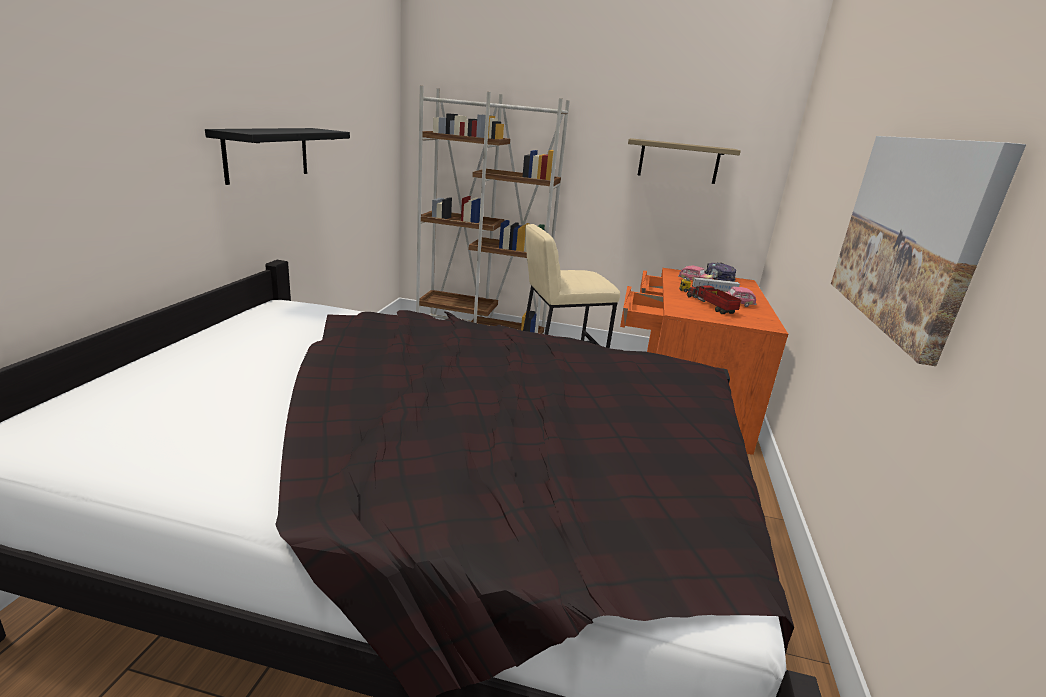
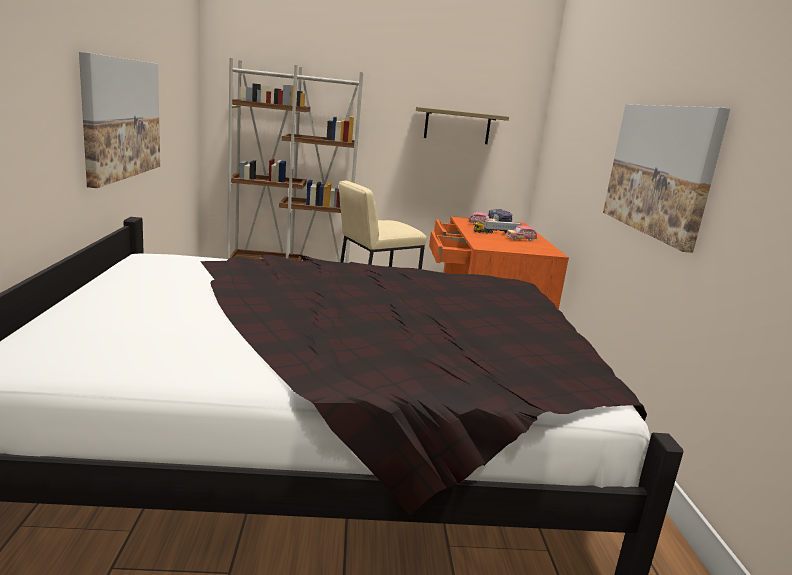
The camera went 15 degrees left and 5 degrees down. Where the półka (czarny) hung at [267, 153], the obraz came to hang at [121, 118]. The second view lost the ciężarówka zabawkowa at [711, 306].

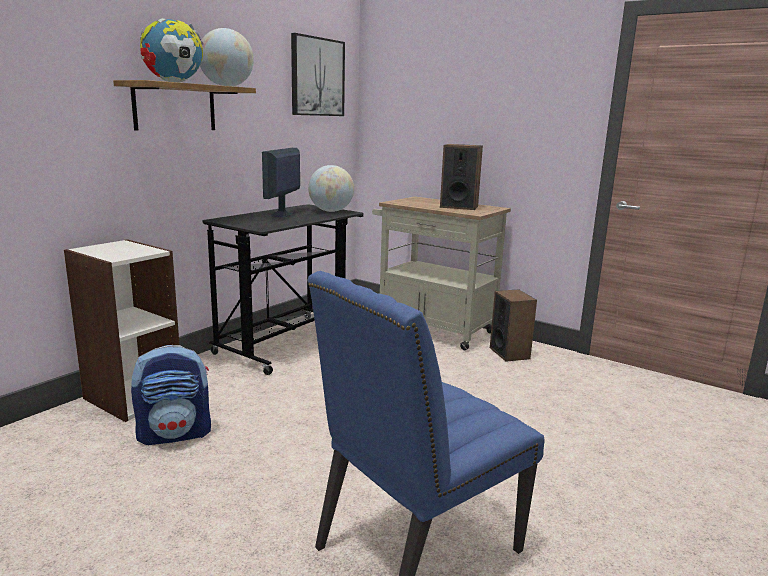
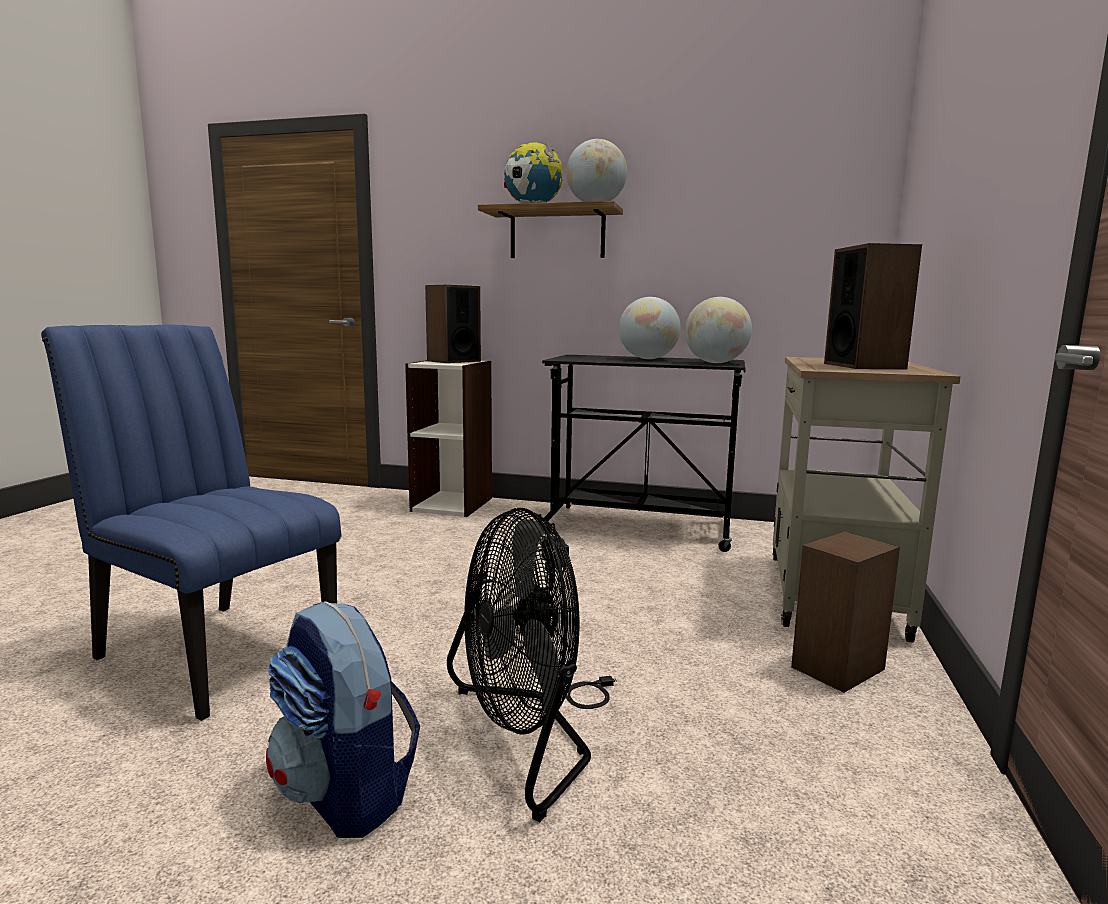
The camera went 70 degrees right and 5 degrees down. The plecak ended up elsewhere, having gone from [175, 434] to [346, 793]. Where the monitor stood at [281, 214], the globus came to stand at [648, 359]. The second view lost the obraz at [317, 77]. The second view gained the głośnik at [453, 361]. The second view gained the wentylator (czarny) at [532, 731].

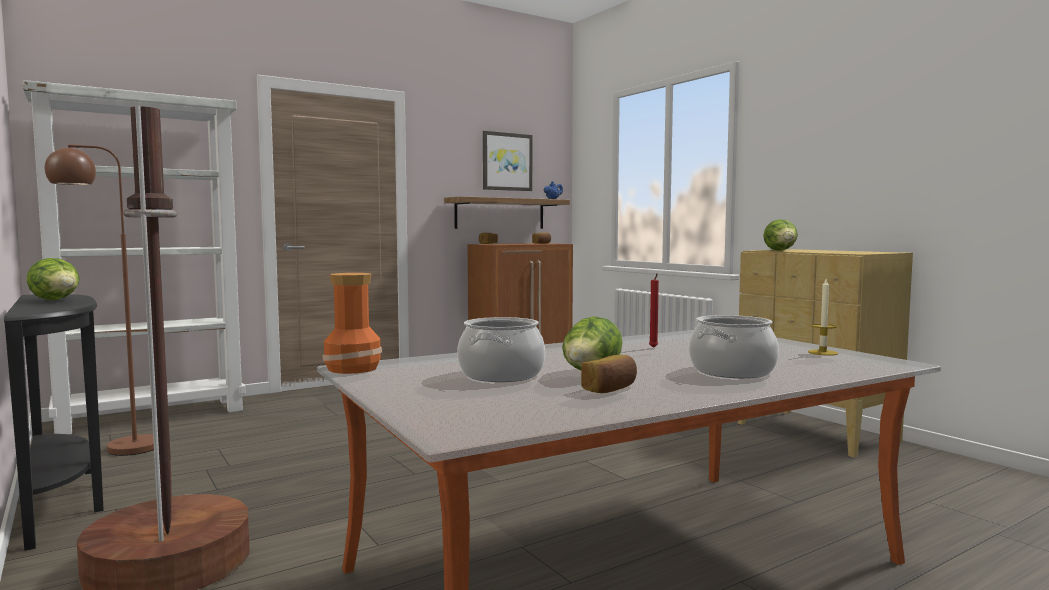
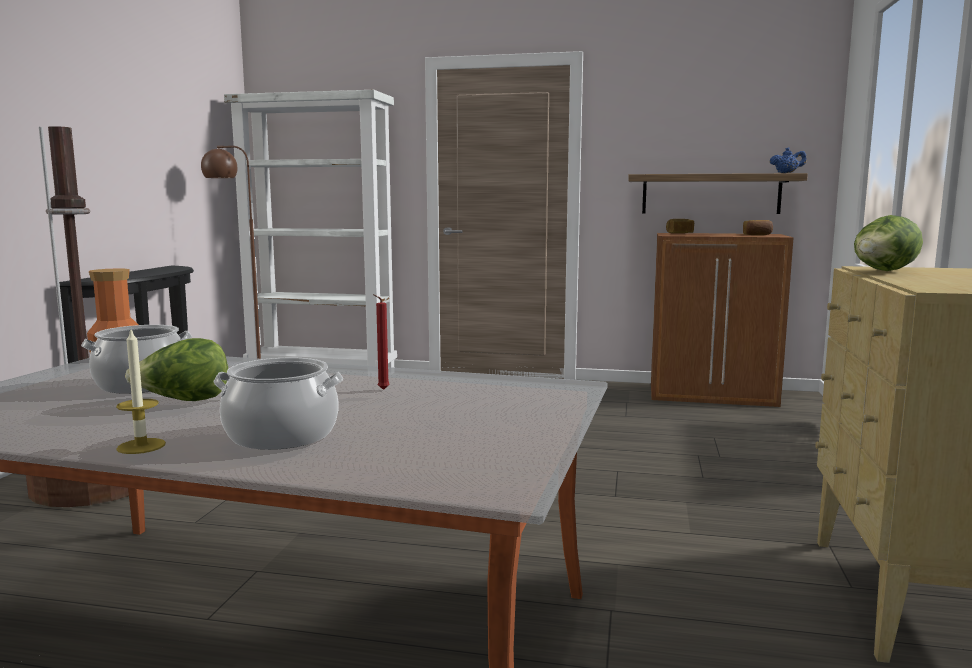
The camera went 45 degrees right and 5 degrees up. The second view lost the sałata at [57, 300]. The second view lost the obraz at [507, 161]. The second view lost the chleb at [610, 389]. The świeca ended up elsewhere, having gone from [822, 352] to [141, 446].

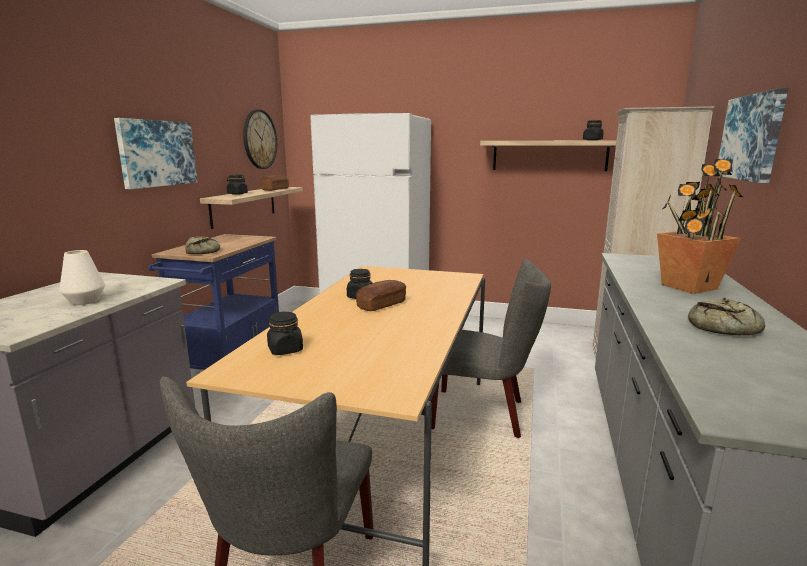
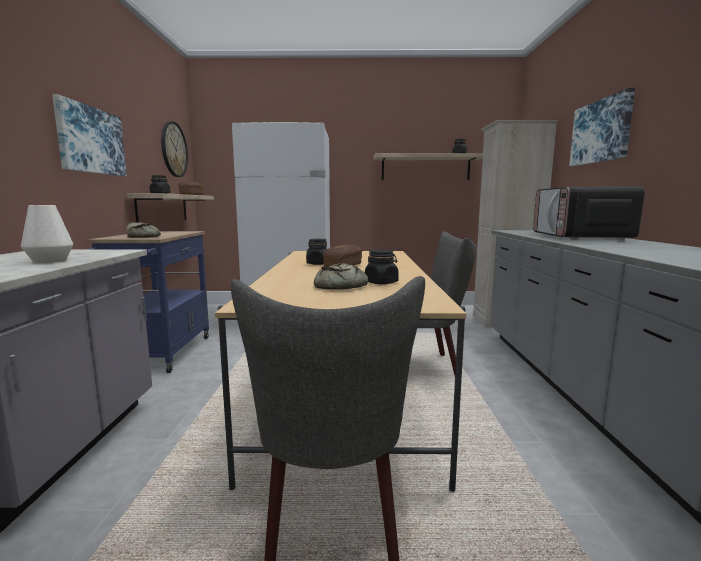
The camera went 15 degrees left and 5 degrees down. The słoik (czarny) ended up elsewhere, having gone from [285, 350] to [381, 282]. Where the roślina doniczkowa stood at [688, 287], the mikrofalówka came to stand at [580, 237]. The chleb ended up elsewhere, having gone from [723, 327] to [339, 286].

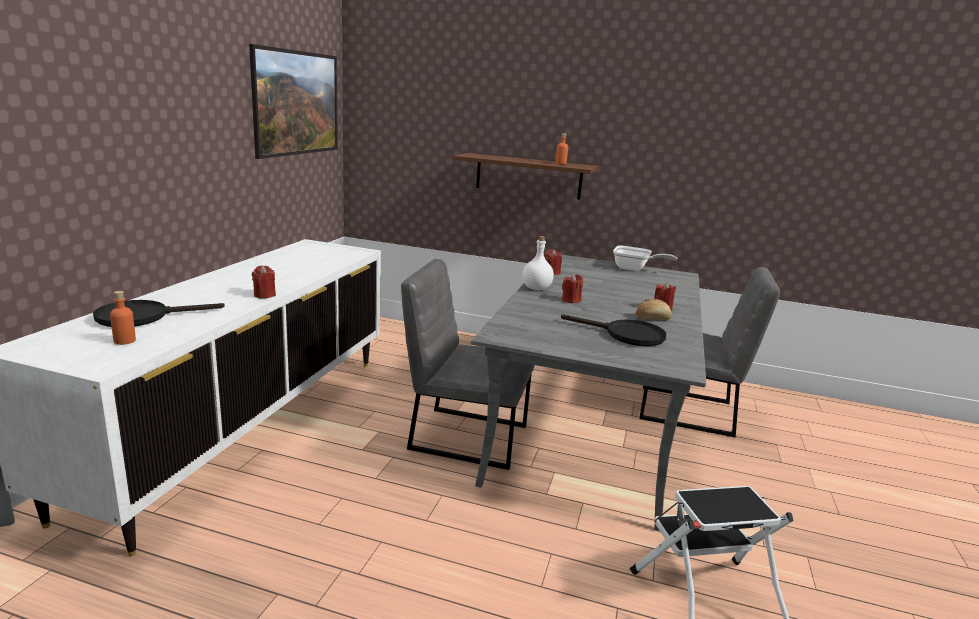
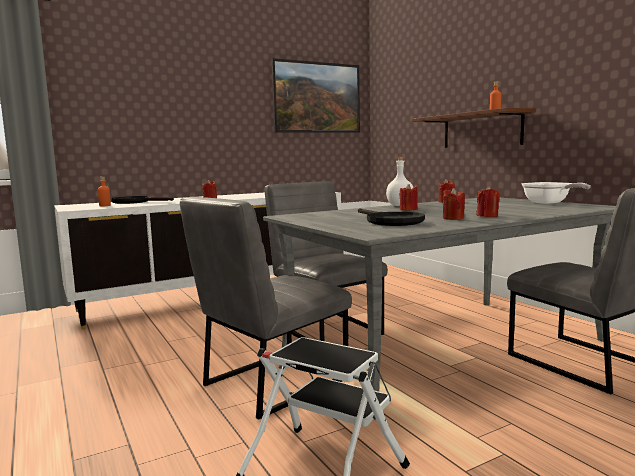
The camera went 45 degrees right and 10 degrees down. Where the chleb stood at [652, 318], the świeca (czerwony) came to stand at [453, 218]. The second view gained the krzesło (szary) at [272, 383].

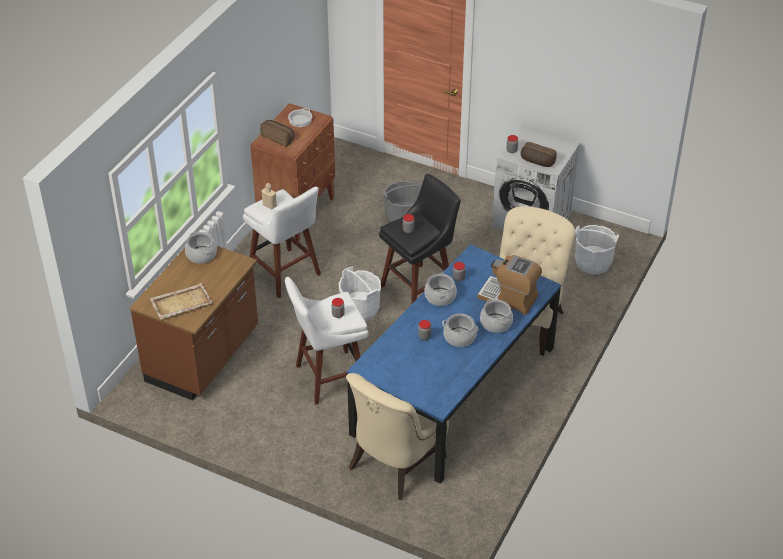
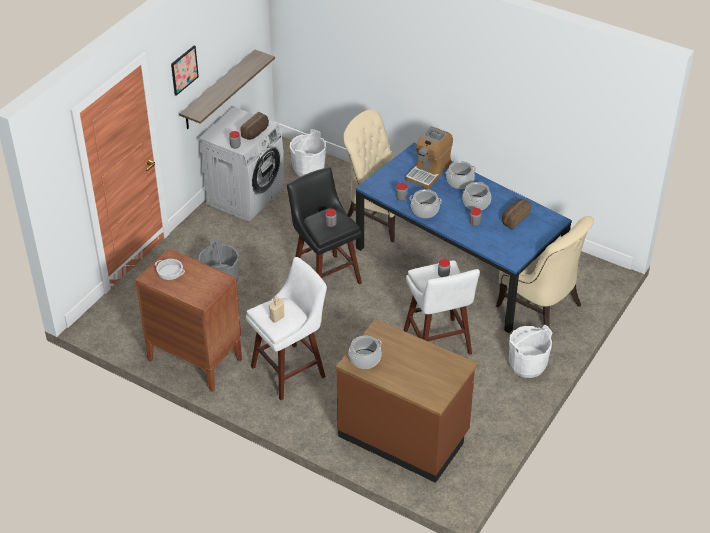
The camera went 85 degrees left and 0 degrees up. The second view lost the taca (beżowy) at [180, 303]. The chleb ended up elsewhere, having gone from [278, 138] to [514, 218]. The wiadro (biały) ended up elsewhere, having gone from [360, 309] to [527, 365]. The second view gained the obraz at [184, 70]. The second view gained the półka at [218, 90].

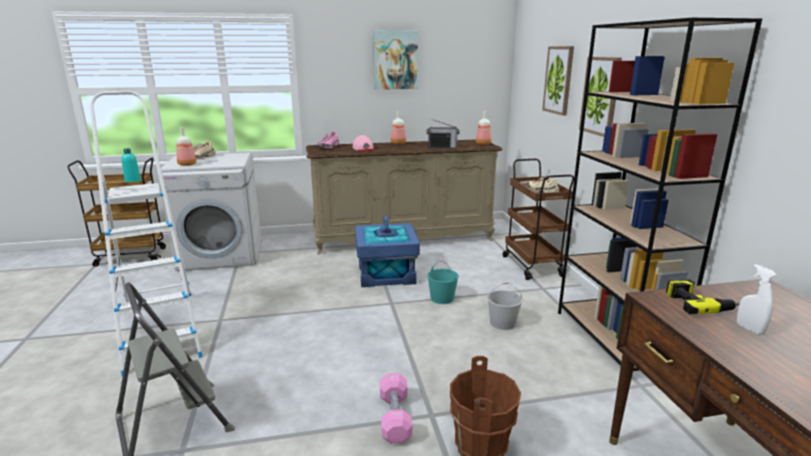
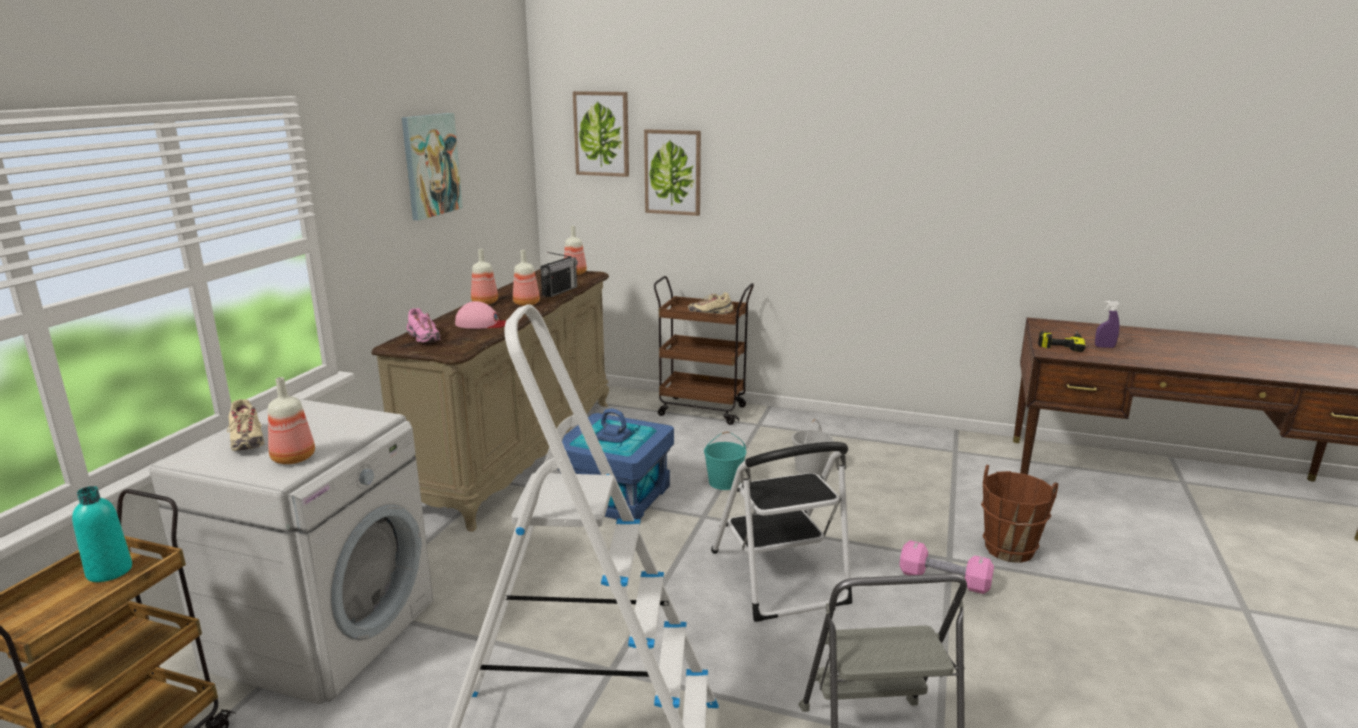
The camera went 60 degrees left and 0 degrees up. The second view lost the regał (beżowy) at [614, 340]. The obraz ended up elsewhere, having gone from [600, 96] to [602, 134]. What was the spryskiwacz (biały) at [749, 329] turned into the spryskiwacz (fioletowy) at [1104, 347]. The second view gained the butelka at [527, 303]. The second view gained the drabinka at [779, 579].

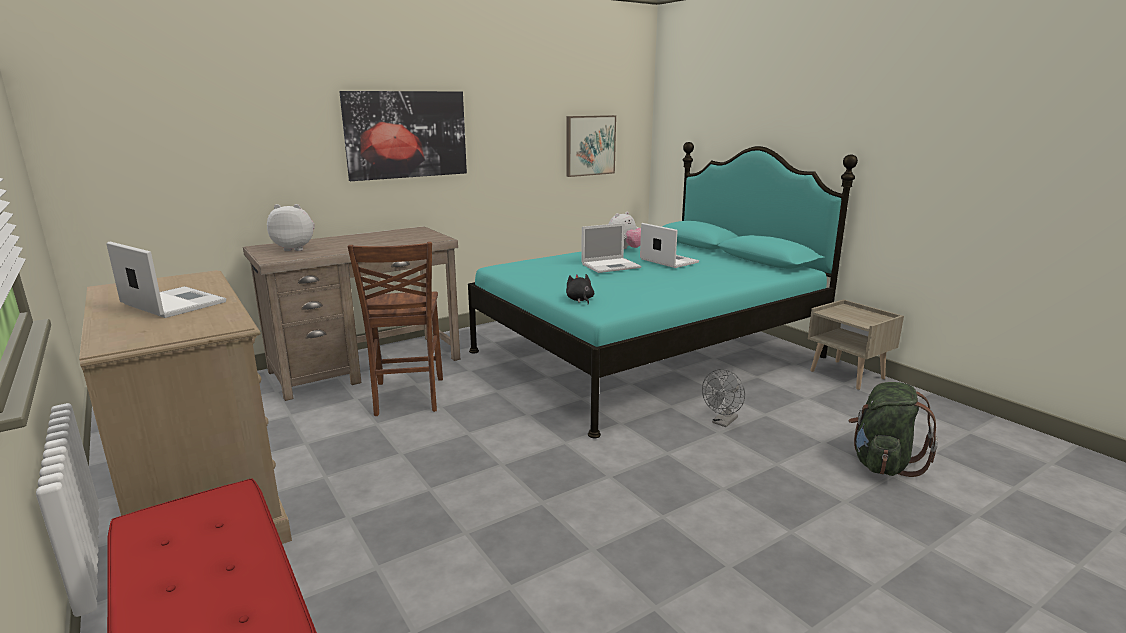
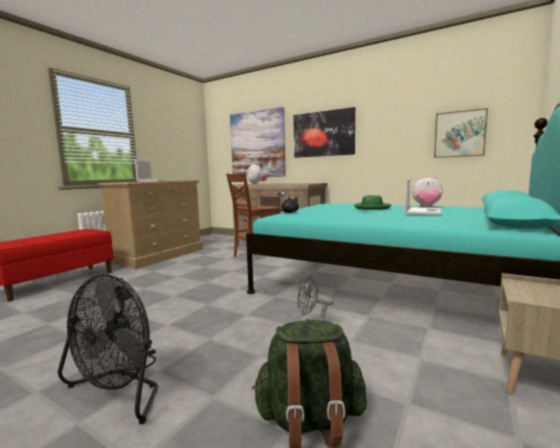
The camera went 65 degrees right and 10 degrees down. Where the laptop stood at [611, 265], the kapelusz (zielony) came to stand at [372, 208]. The second view gained the wentylator (czarny) at [122, 388]. The second view gained the obraz at [257, 144].

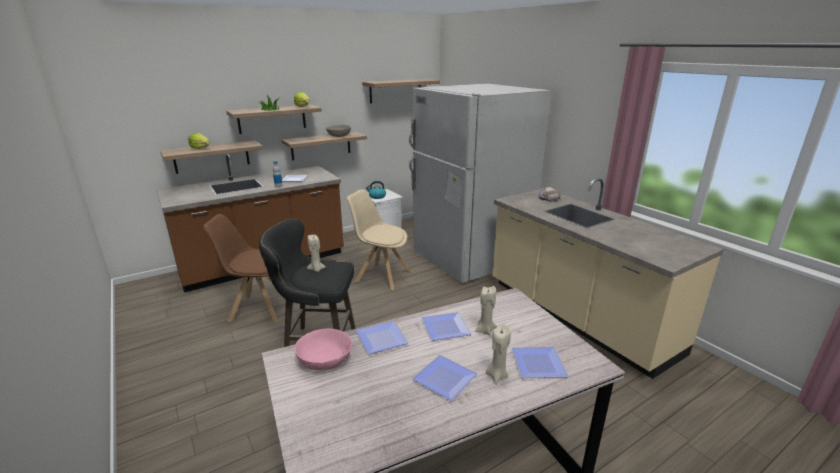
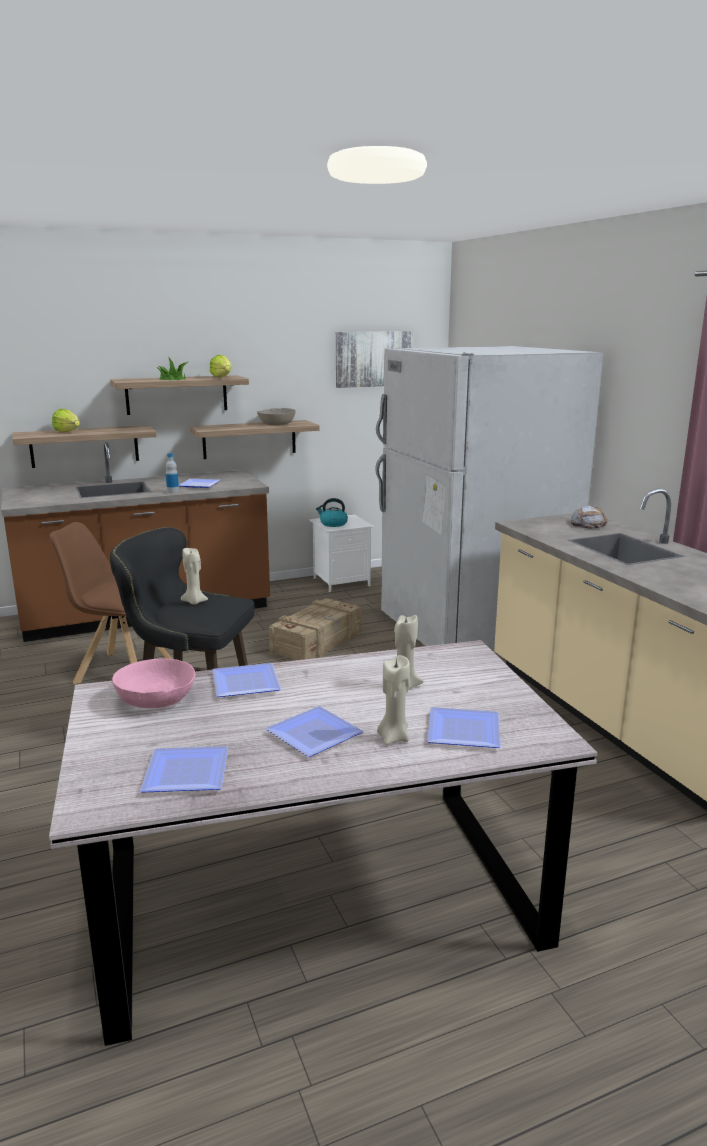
The camera went 10 degrees right and 5 degrees down. Where the krzesło (beżowy) stood at [380, 276], the skrzynka came to stand at [318, 642]. Where the półka hung at [395, 90], the obraz came to hang at [373, 359]. The talerz ended up elsewhere, having gone from [444, 329] to [183, 774].

